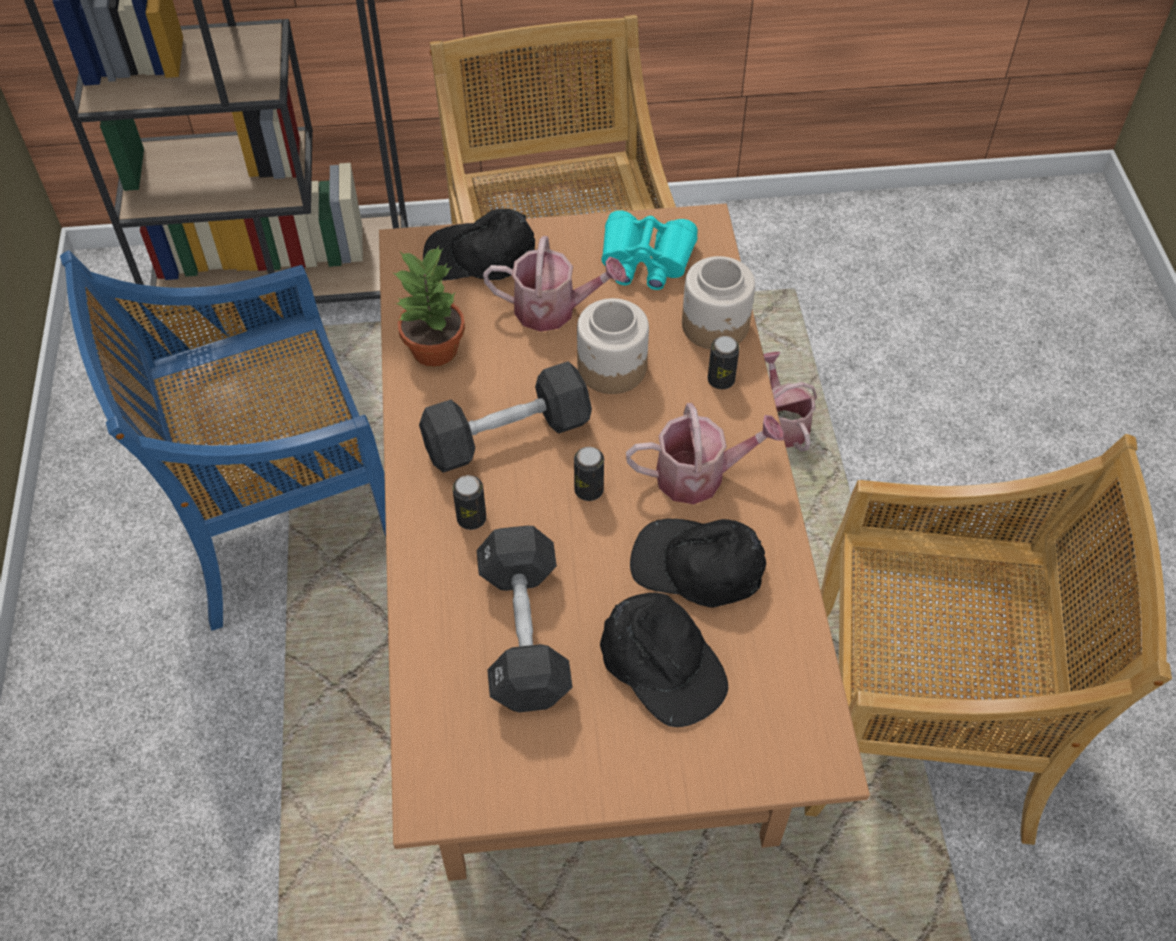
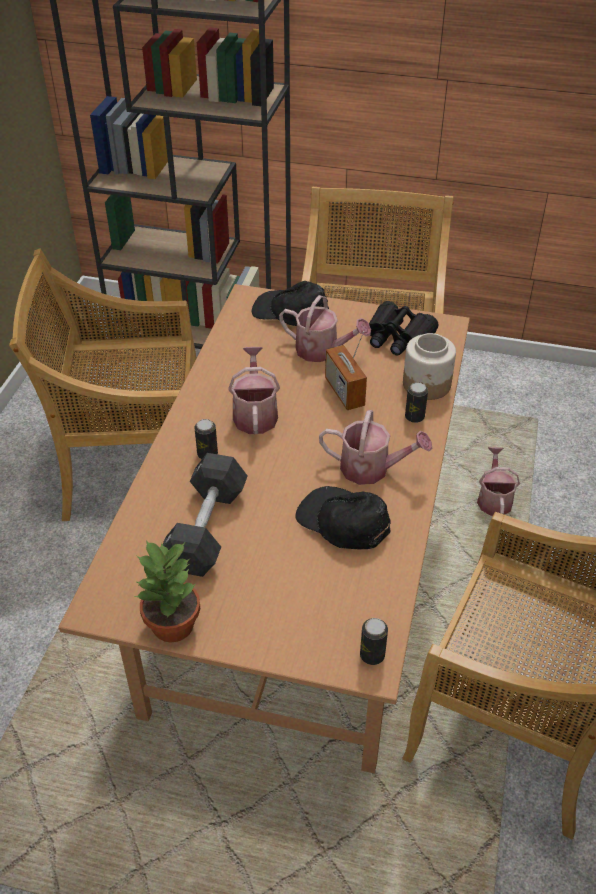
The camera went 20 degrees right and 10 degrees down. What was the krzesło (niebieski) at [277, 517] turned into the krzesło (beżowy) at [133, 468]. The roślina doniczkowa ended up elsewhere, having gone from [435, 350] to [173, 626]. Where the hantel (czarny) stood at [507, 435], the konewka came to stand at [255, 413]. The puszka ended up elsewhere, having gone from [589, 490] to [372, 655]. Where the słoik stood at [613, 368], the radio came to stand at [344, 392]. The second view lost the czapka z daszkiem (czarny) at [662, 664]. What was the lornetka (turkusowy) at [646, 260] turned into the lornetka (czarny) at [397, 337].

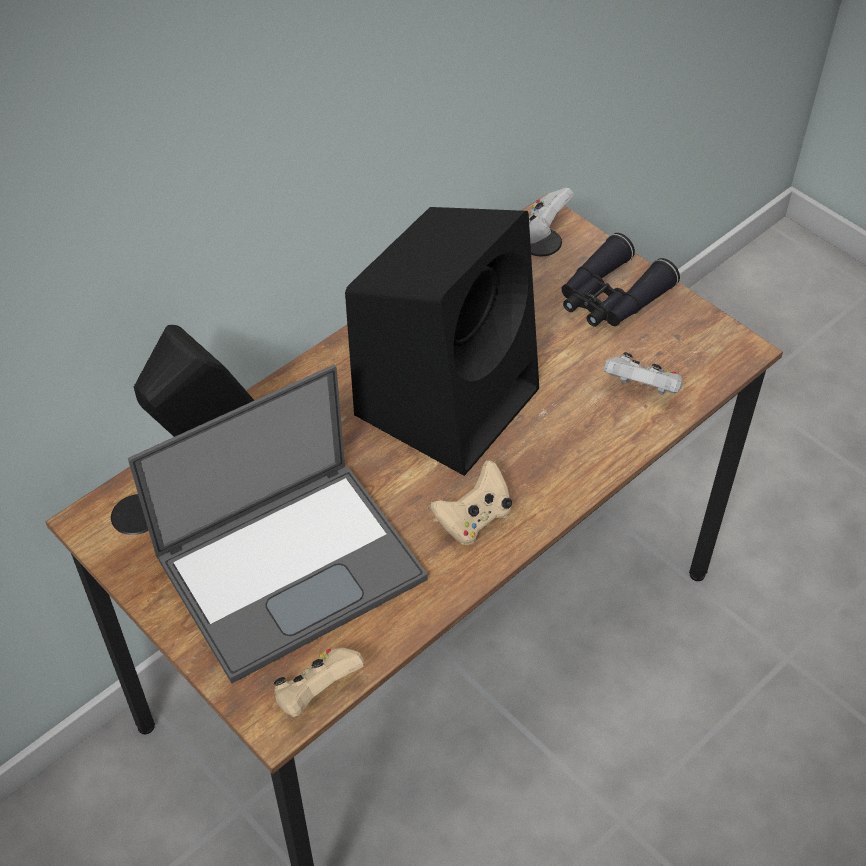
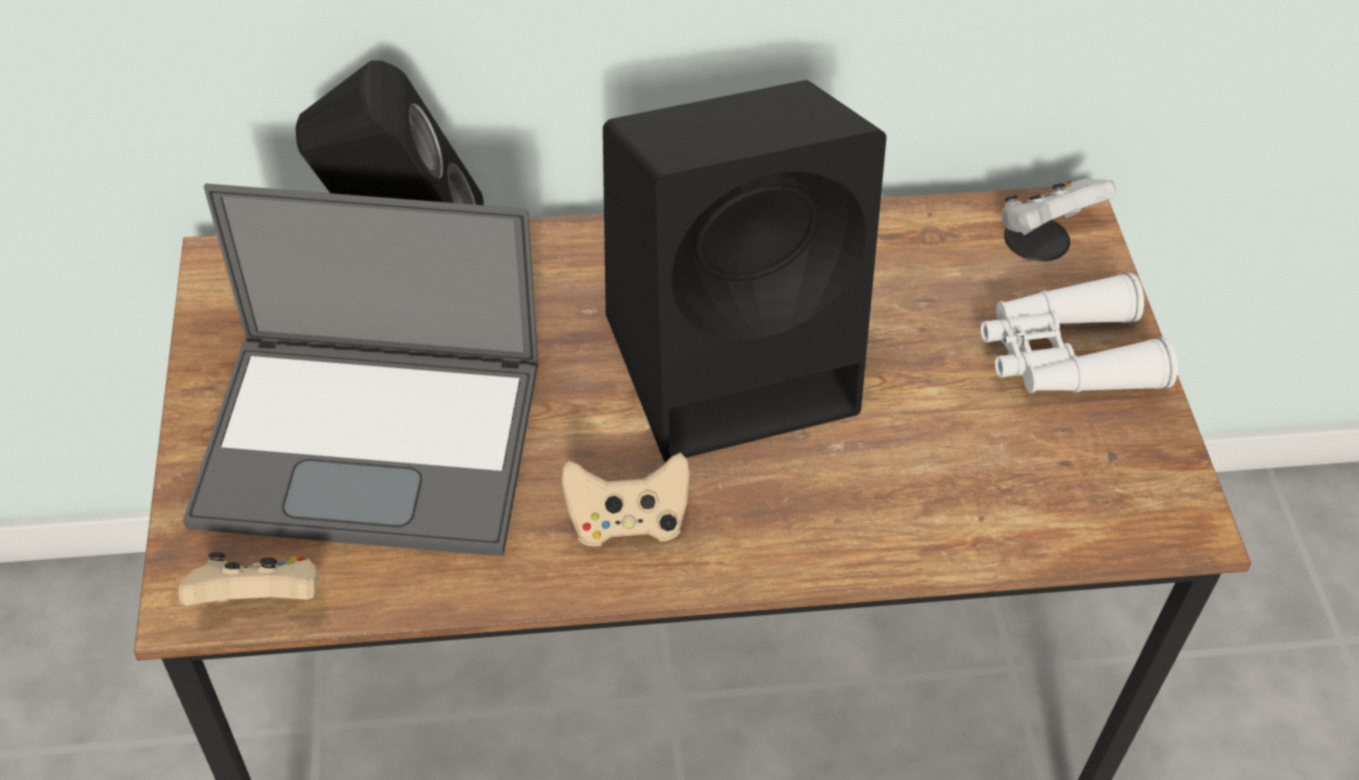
The camera went 35 degrees right and 0 degrees up. What was the lornetka (czarny) at [611, 298] turned into the lornetka (biały) at [1065, 356]. The second view lost the pad do gier (biały) at [642, 389].

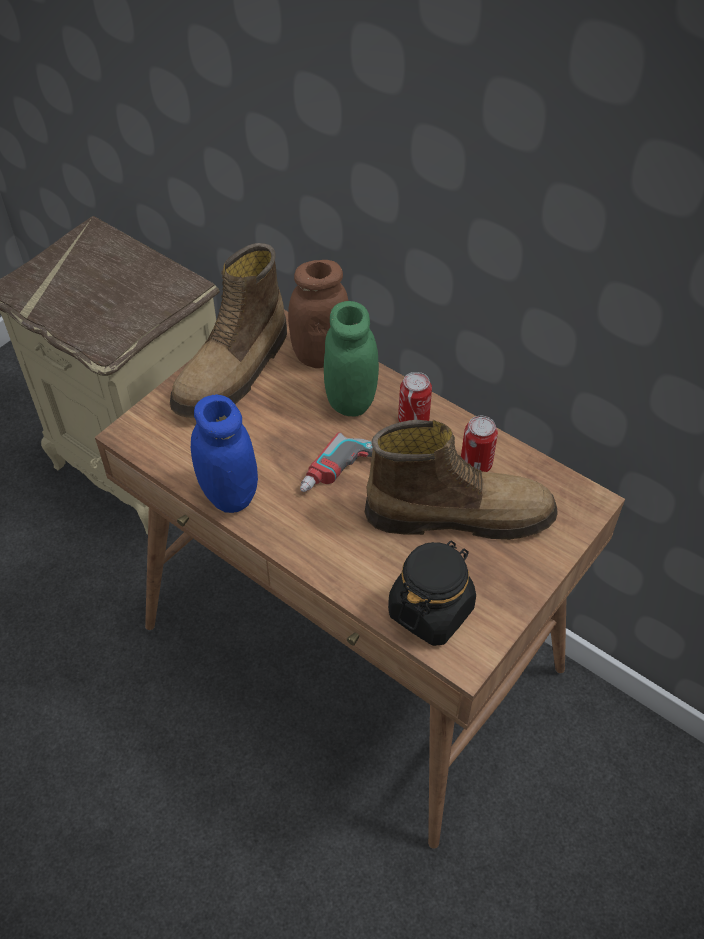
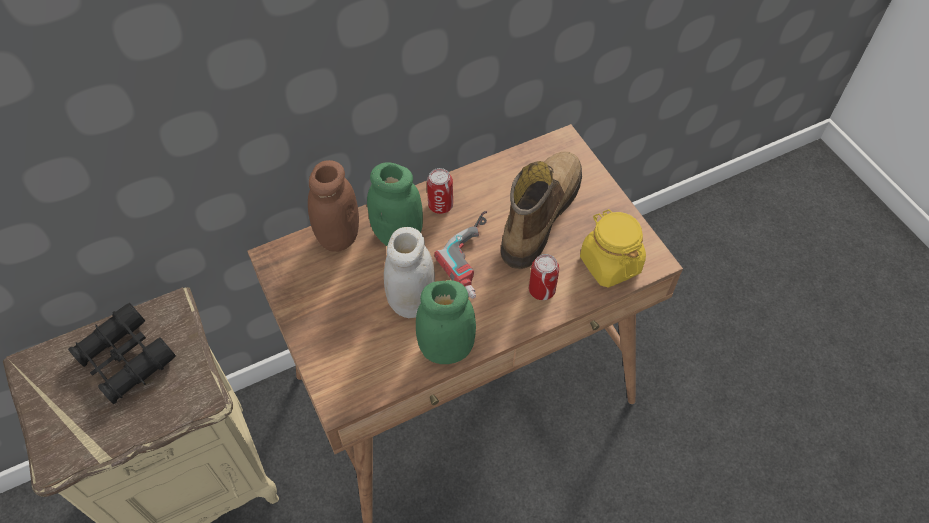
The camera went 65 degrees left and 5 degrees up. The second view lost the but z cholewką at [234, 372]. What was the słoik (niebieski) at [229, 494] turned into the słoik (zielony) at [446, 349]. What was the słoik (czarny) at [431, 610] turned into the słoik (żółty) at [610, 263]. The puszka ended up elsewhere, having gone from [476, 464] to [542, 290]. The second view gained the lornetka (czarny) at [126, 359]. The second view gained the słoik (biały) at [411, 301].

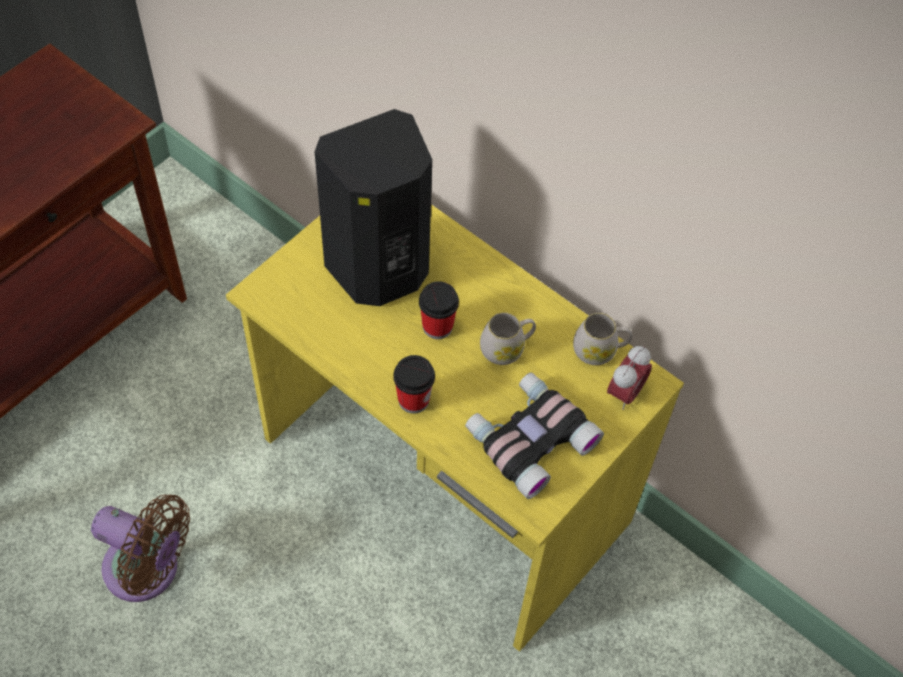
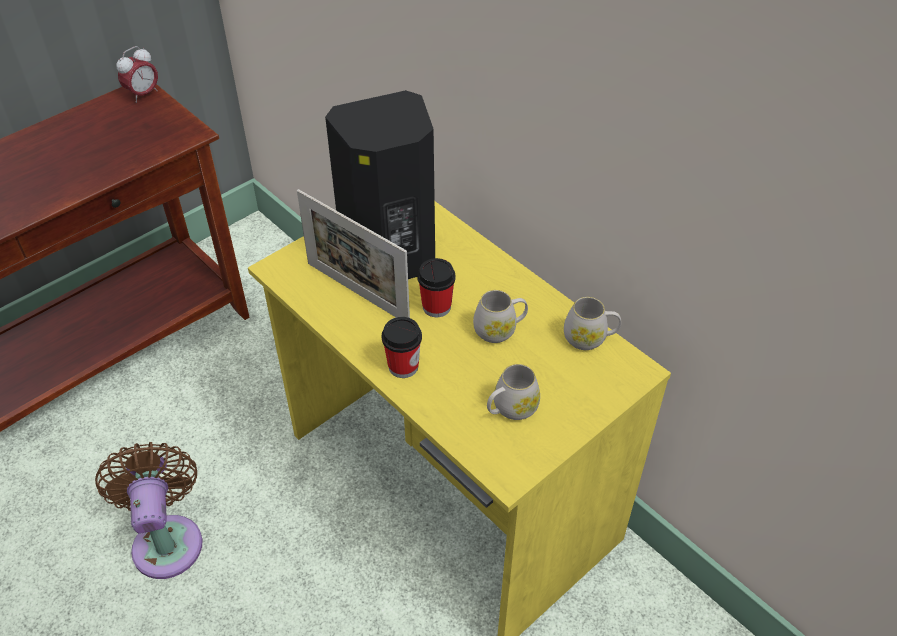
The camera went 10 degrees right and 10 degrees down. The wentylator (brązowy) at [148, 570] ended up facing another way, 135 degrees counterclockwise from before. Where the lornetka stood at [529, 438], the kubek (biały) came to stand at [510, 409]. The budzik ended up elsewhere, having gone from [625, 393] to [143, 94]. The second view gained the ramka na zdjęcie at [357, 293].

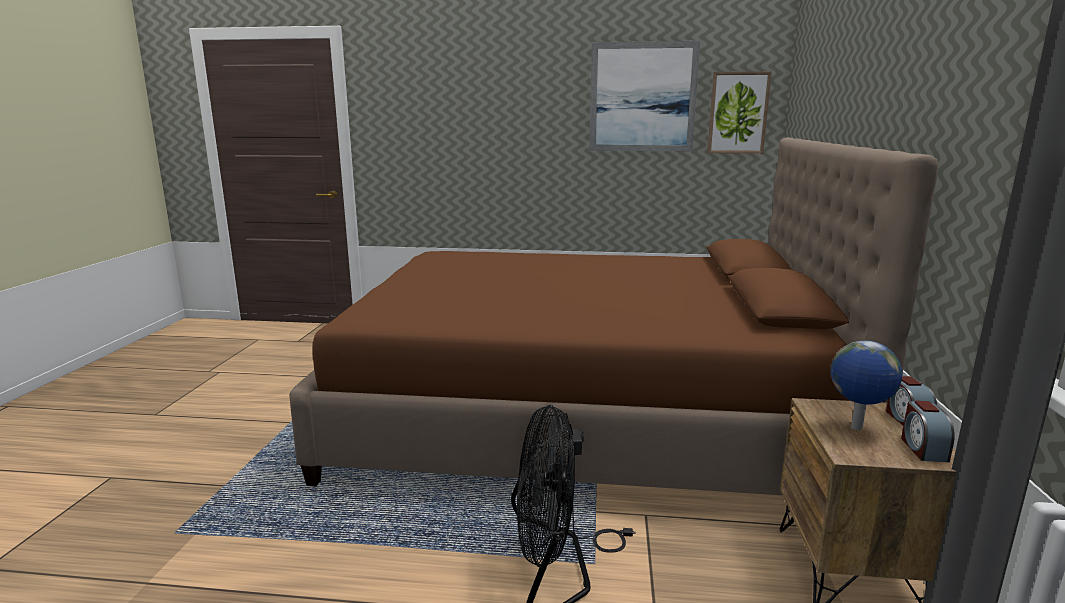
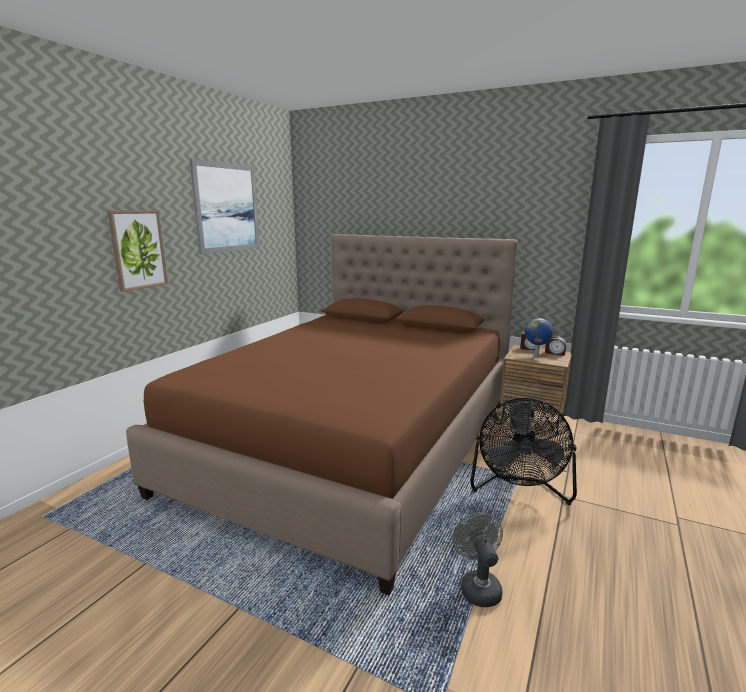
The camera went 70 degrees left and 0 degrees up. The obraz ended up elsewhere, having gone from [738, 113] to [138, 249]. The second view gained the wentylator (szary) at [478, 586].

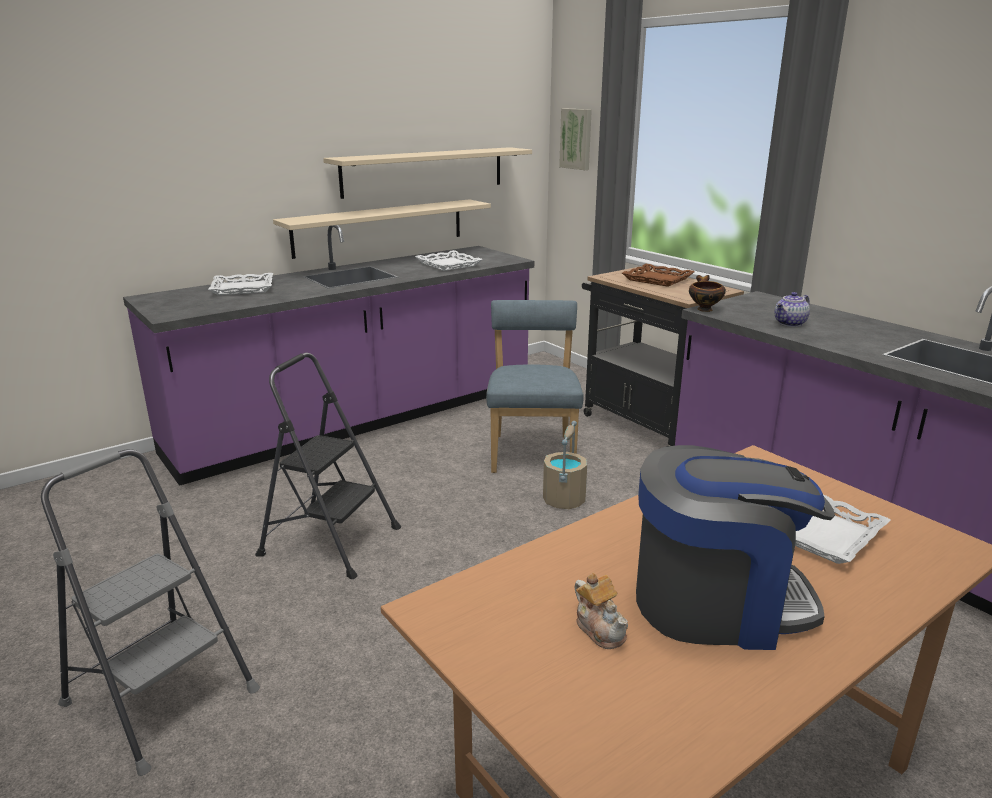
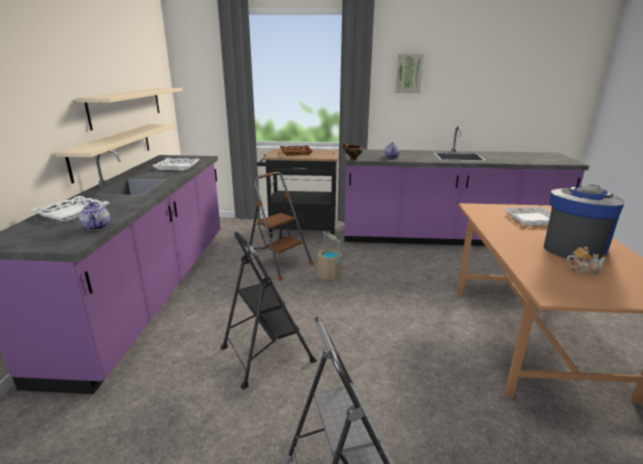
The camera went 50 degrees left and 0 degrees up. Where the krzesło (niebieski) stood at [532, 451], the drabinka (brązowy) came to stand at [277, 262]. The obraz ended up elsewhere, having gone from [577, 139] to [409, 73]. The second view gained the imbryk at [97, 227].

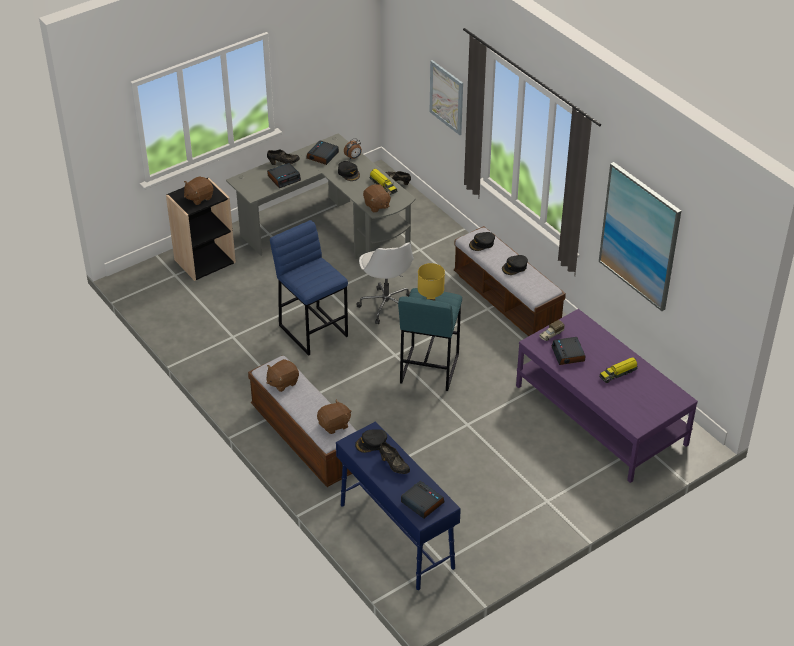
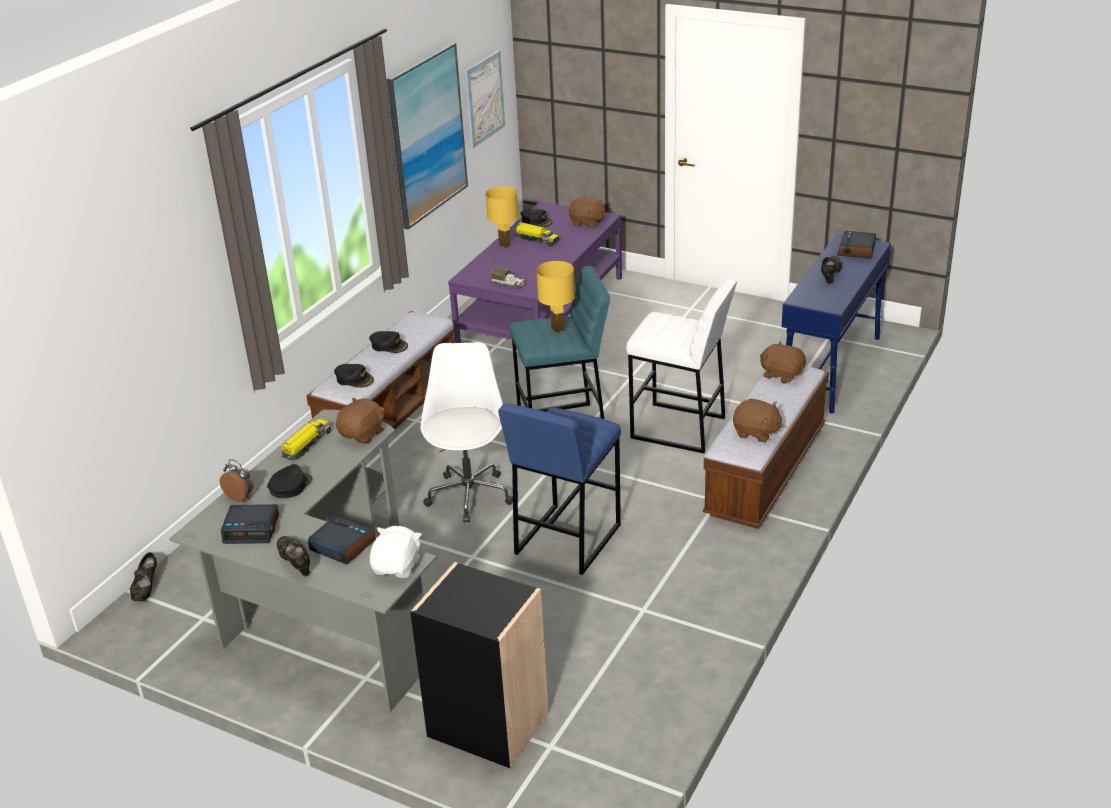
The camera went 115 degrees left and 10 degrees down. The pluszak (brązowy) ended up elsewhere, having gone from [199, 197] to [587, 223]. The czapka z daszkiem (czarny) ended up elsewhere, having gone from [371, 443] to [536, 221]. The krzesło biurowe (biały) at [387, 307] ended up facing another way, 45 degrees counterclockwise from before. The obraz ended up elsewhere, having gone from [446, 97] to [484, 99]. The second view lost the budzik at [568, 354]. The second view gained the pluszak (biały) at [397, 567]. The second view gained the lampa stołowa (żółty) at [504, 245]. The second view gained the stołek (biały) at [680, 428].

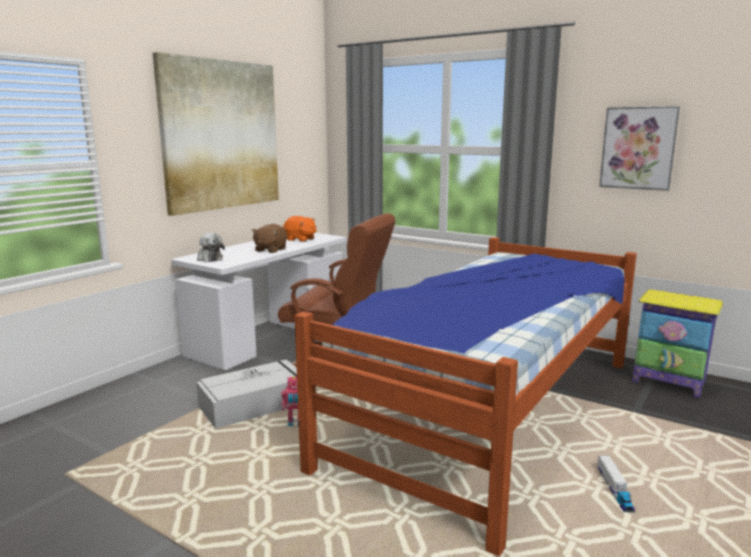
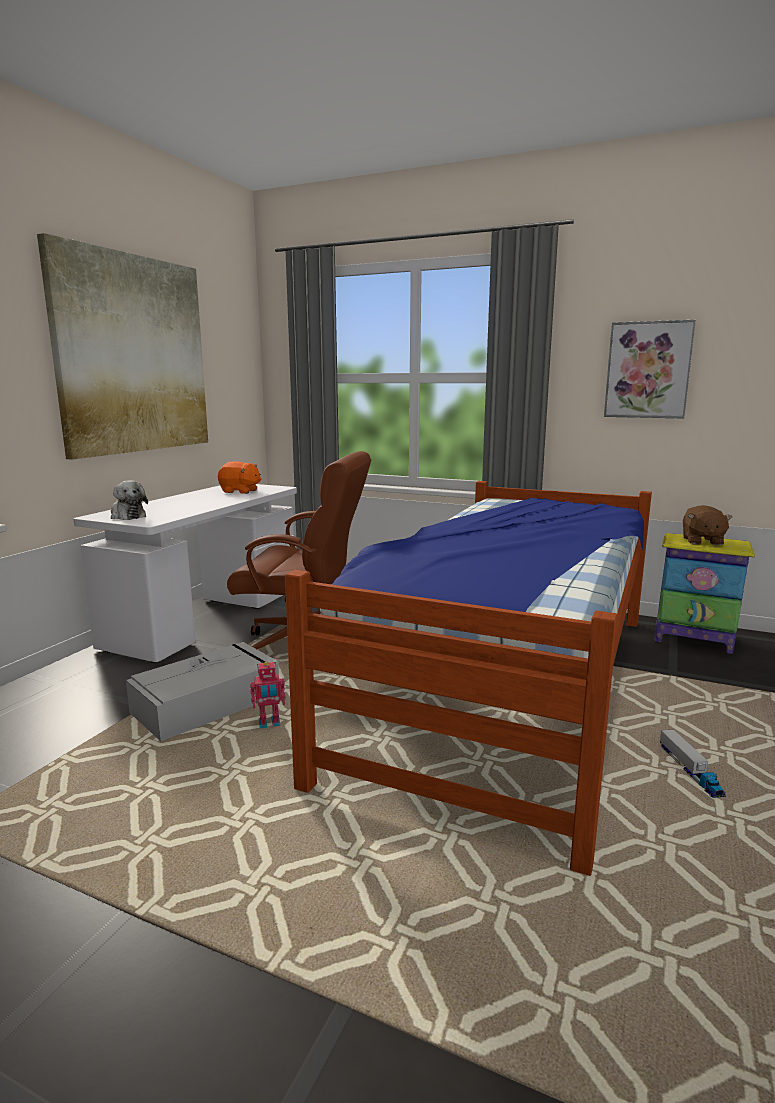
The camera went 10 degrees left and 0 degrees up. The pluszak (brązowy) ended up elsewhere, having gone from [270, 250] to [702, 541].

